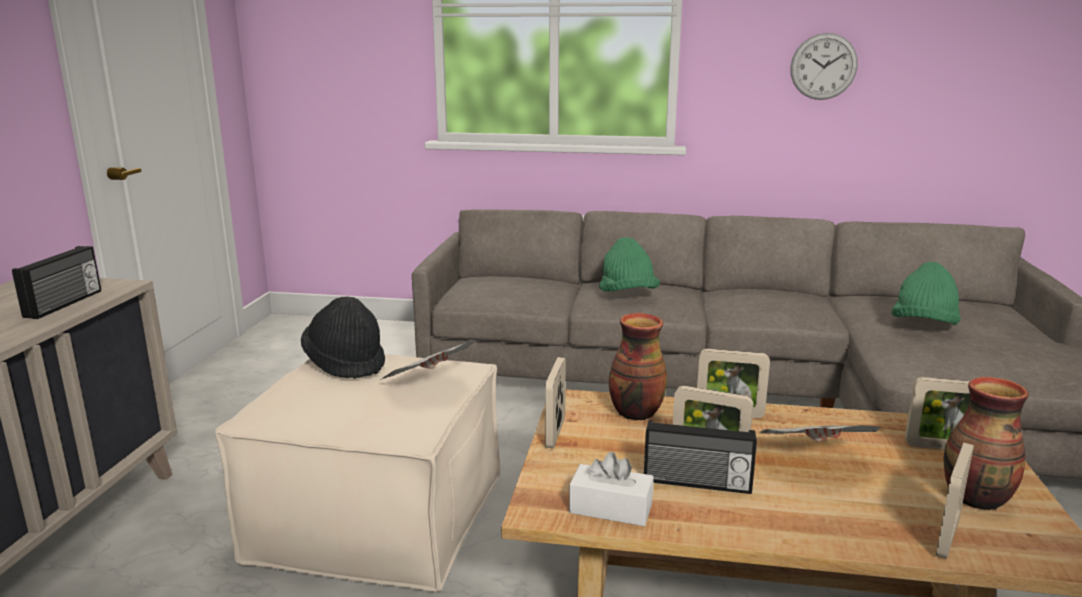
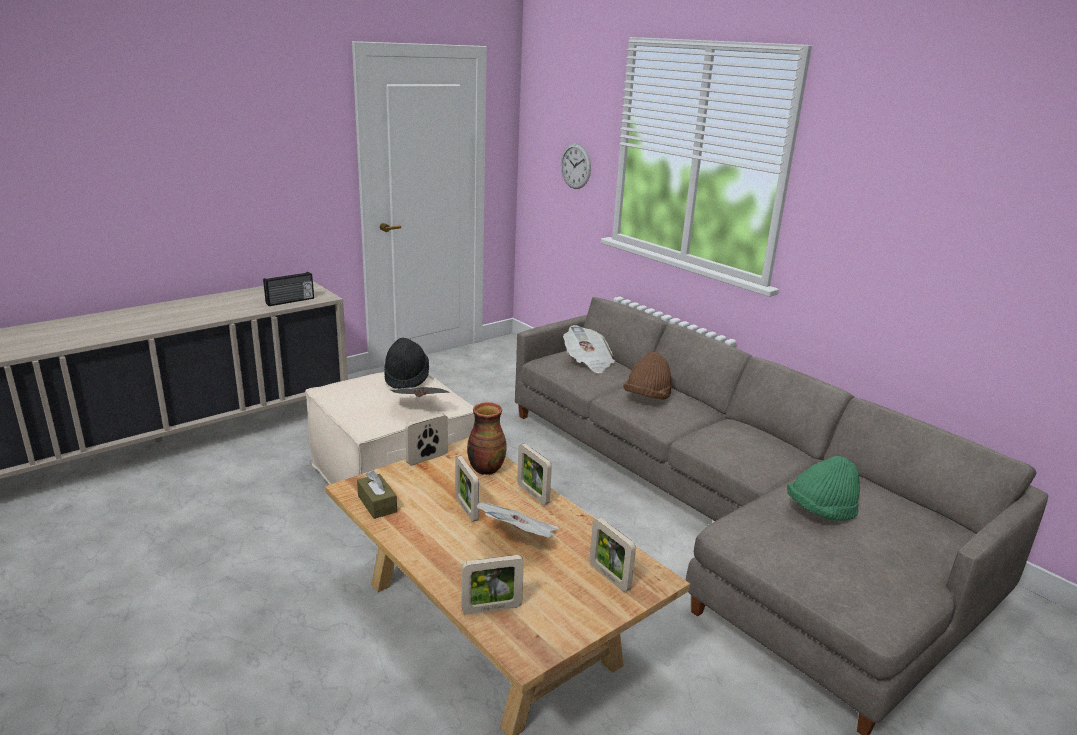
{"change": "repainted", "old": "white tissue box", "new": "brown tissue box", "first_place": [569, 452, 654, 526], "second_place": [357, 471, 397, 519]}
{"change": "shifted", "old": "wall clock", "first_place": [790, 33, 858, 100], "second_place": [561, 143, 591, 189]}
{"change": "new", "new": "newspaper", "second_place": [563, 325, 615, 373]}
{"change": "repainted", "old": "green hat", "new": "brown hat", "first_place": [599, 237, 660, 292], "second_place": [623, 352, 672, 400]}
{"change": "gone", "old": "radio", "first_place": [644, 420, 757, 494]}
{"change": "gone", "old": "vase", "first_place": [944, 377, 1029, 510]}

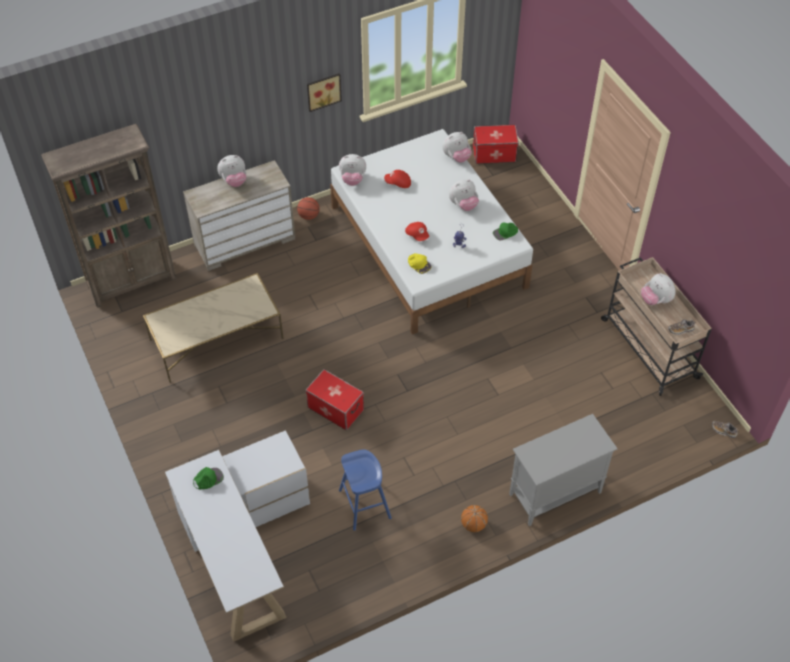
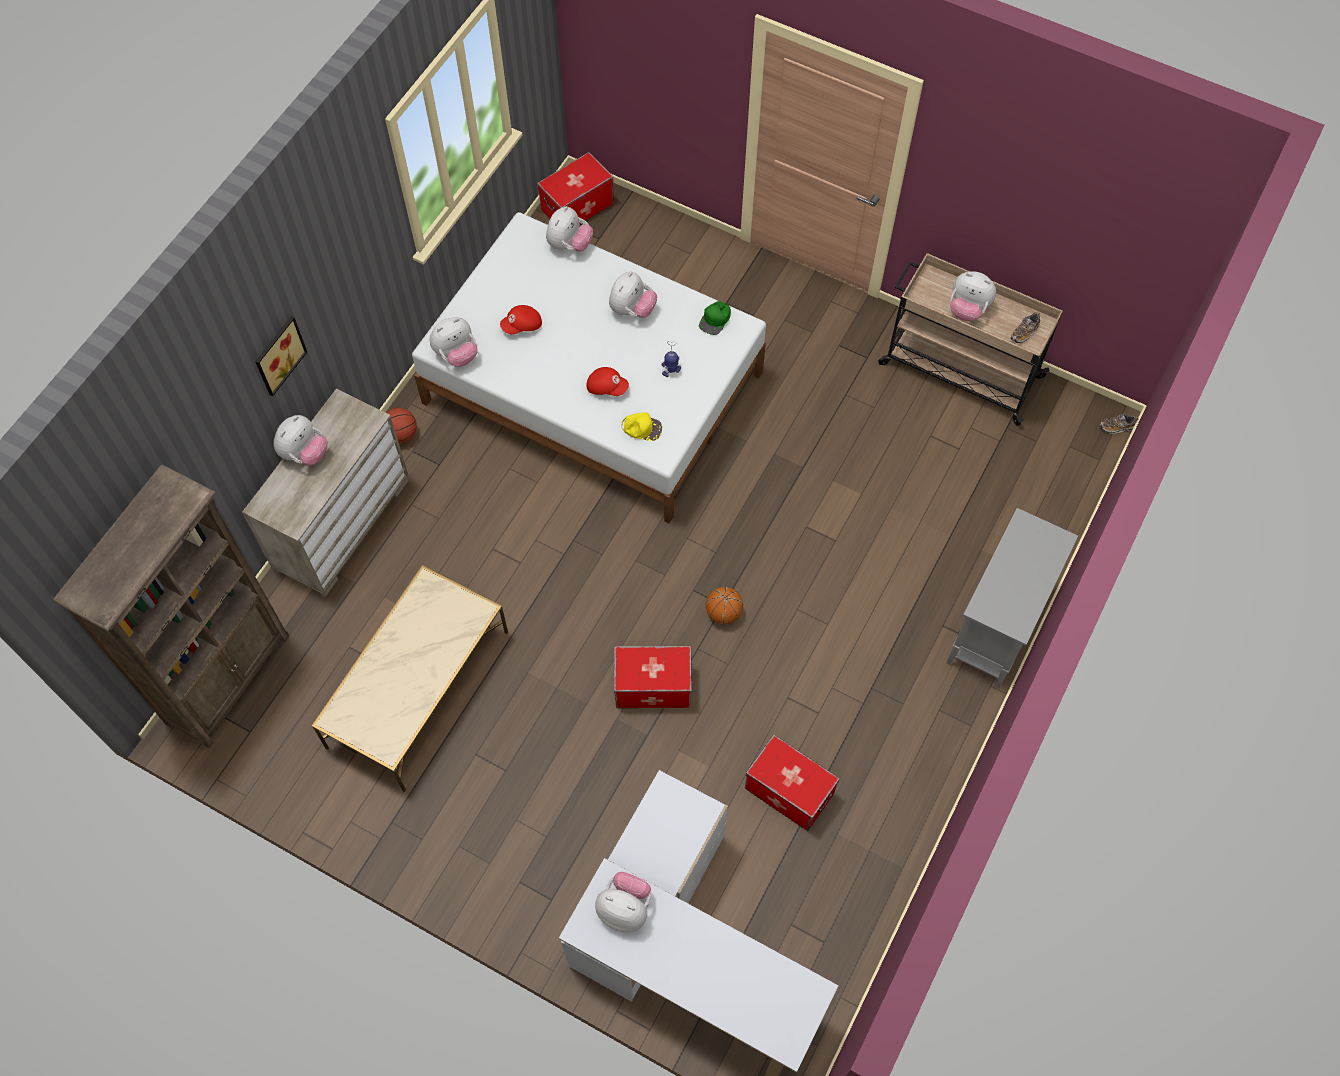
{"change": "shifted", "old": "picture", "first_place": [307, 73, 342, 112], "second_place": [255, 316, 307, 396]}
{"change": "swapped", "old": "green cap", "new": "plush toy", "first_place": [193, 467, 224, 489], "second_place": [595, 872, 651, 932]}
{"change": "shifted", "old": "basketball", "first_place": [461, 505, 488, 532], "second_place": [706, 587, 743, 624]}
{"change": "swapped", "old": "blue stool", "new": "storage box", "first_place": [339, 450, 392, 531], "second_place": [745, 735, 839, 831]}

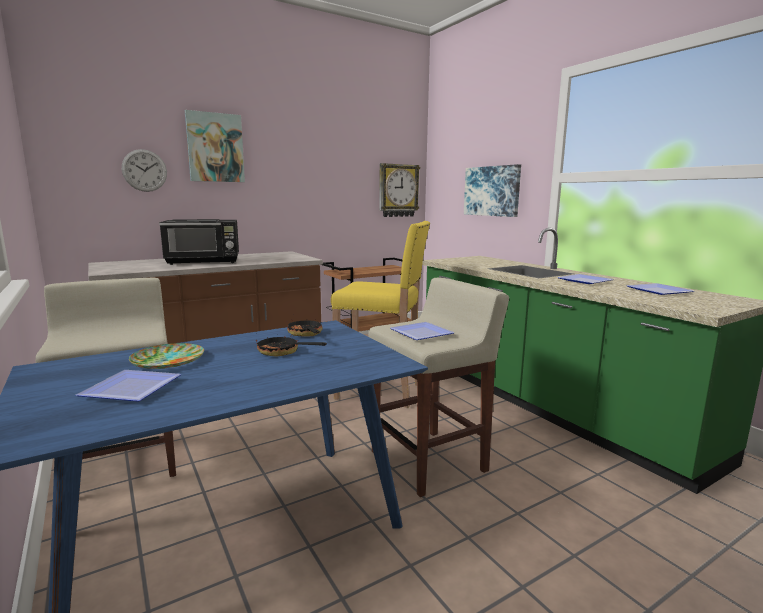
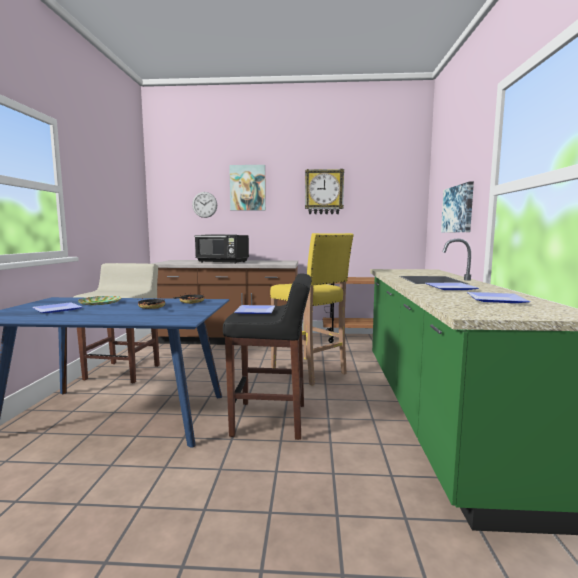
{"change": "repainted", "old": "beige stool", "new": "black stool", "first_place": [368, 277, 509, 497], "second_place": [223, 273, 312, 440]}
{"change": "shifted", "old": "wall clock", "first_place": [379, 163, 420, 217], "second_place": [305, 169, 344, 214]}

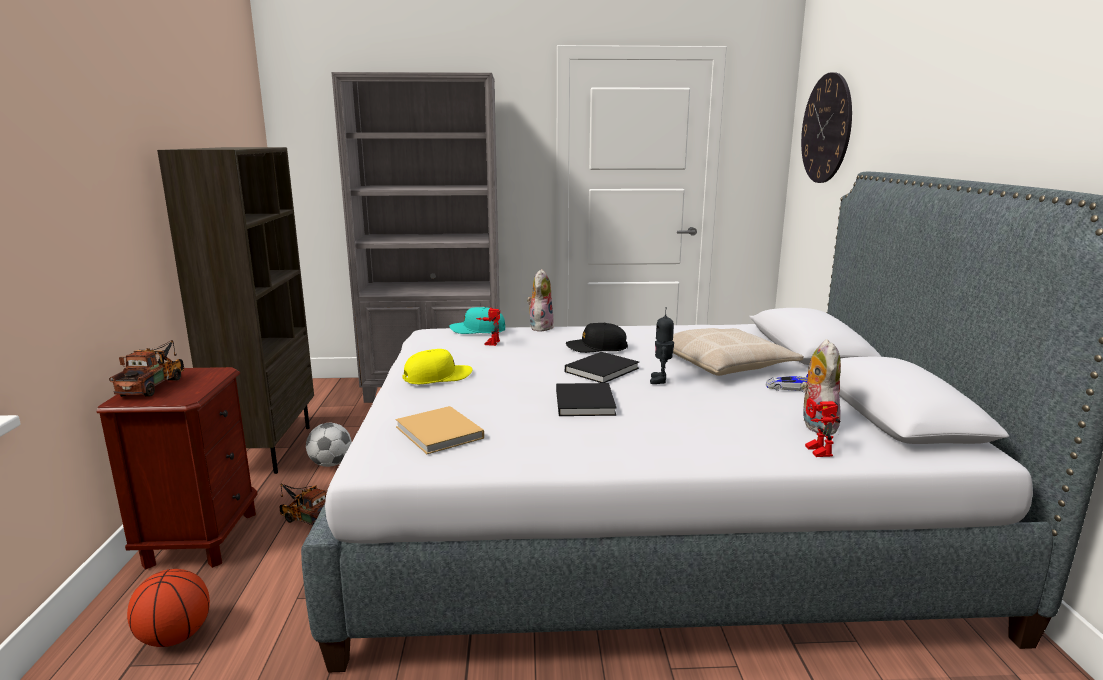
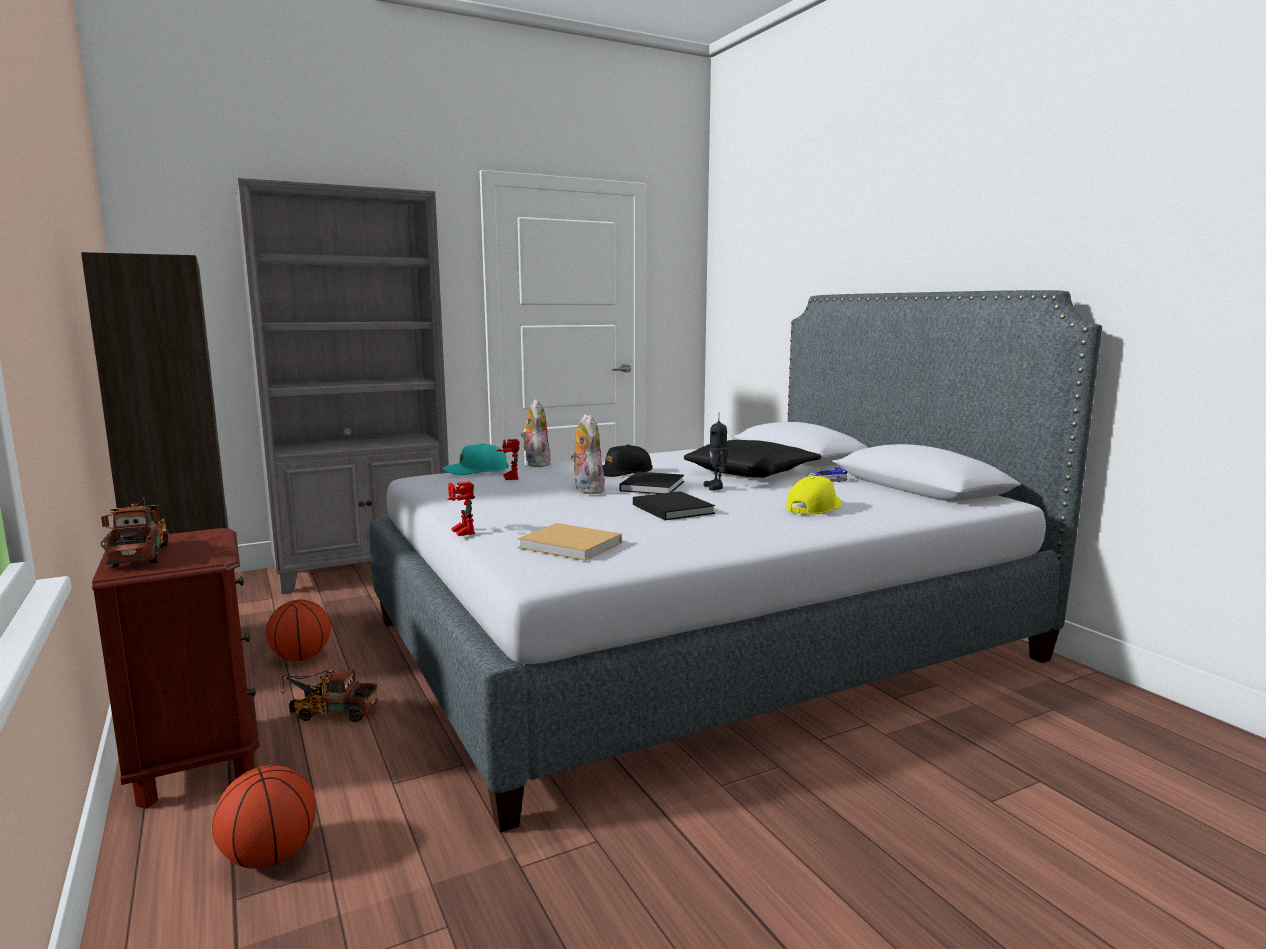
{"change": "swapped", "old": "football", "new": "basketball", "first_place": [306, 423, 352, 467], "second_place": [266, 599, 331, 661]}
{"change": "shifted", "old": "toy robot", "first_place": [805, 398, 841, 457], "second_place": [447, 482, 475, 536]}
{"change": "shifted", "old": "plush toy", "first_place": [800, 339, 841, 435], "second_place": [570, 414, 605, 494]}
{"change": "repainted", "old": "beige pillow", "new": "black pillow", "first_place": [672, 328, 804, 376], "second_place": [684, 440, 821, 478]}
{"change": "shifted", "old": "yellow cap", "first_place": [402, 349, 472, 384], "second_place": [786, 476, 842, 514]}
{"change": "gone", "old": "wall clock", "first_place": [801, 72, 852, 183]}

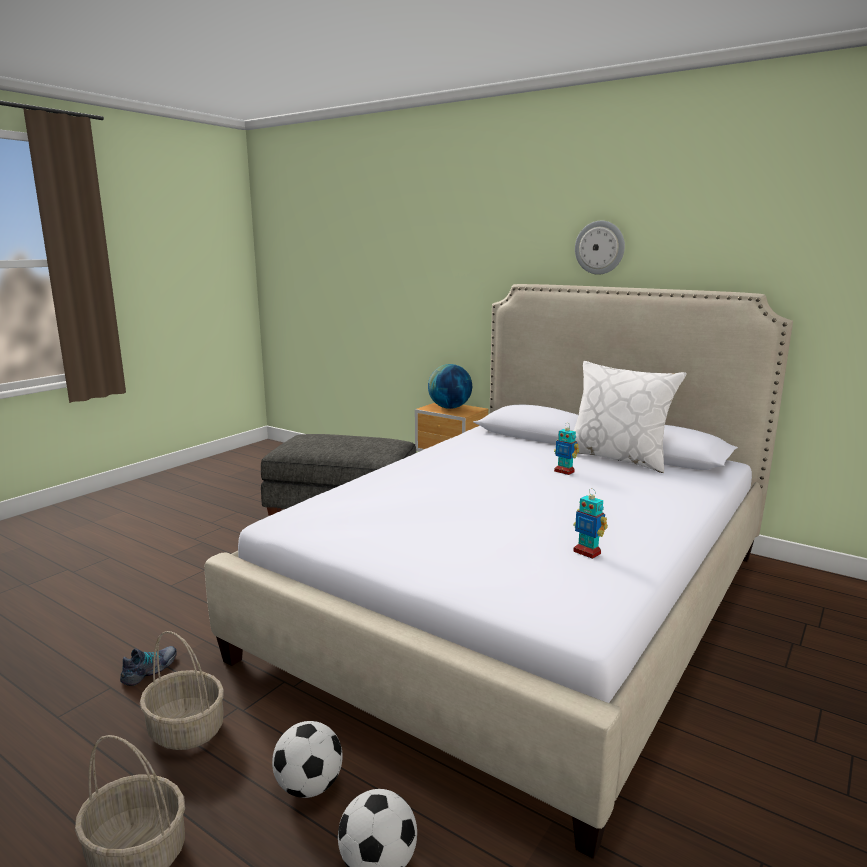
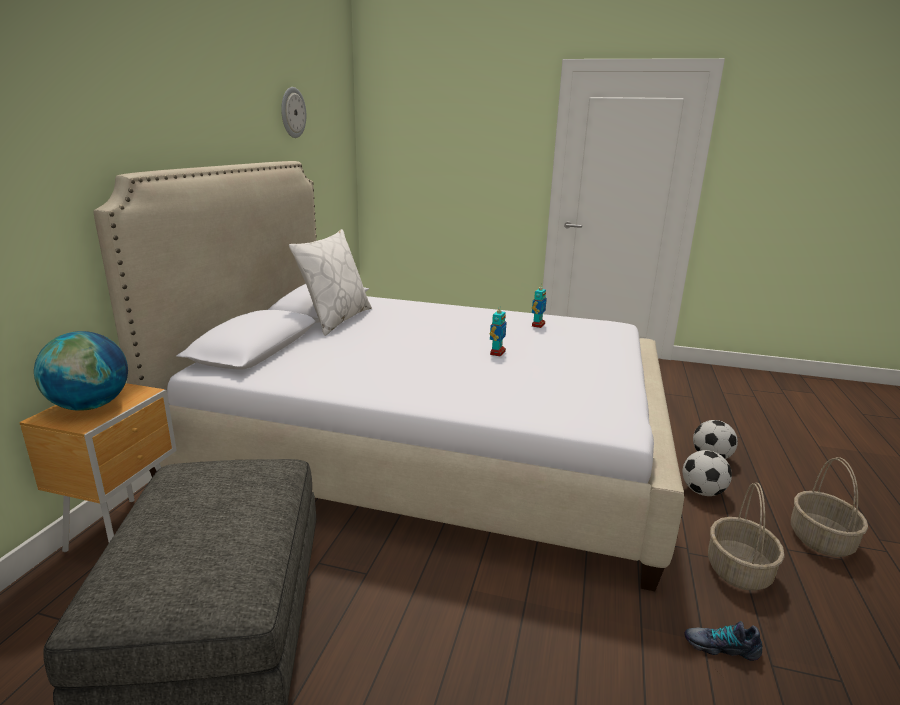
{"change": "shifted", "old": "wall clock", "first_place": [575, 221, 625, 275], "second_place": [281, 87, 306, 138]}
{"change": "shifted", "old": "toy robot", "first_place": [554, 424, 579, 475], "second_place": [490, 305, 507, 357]}

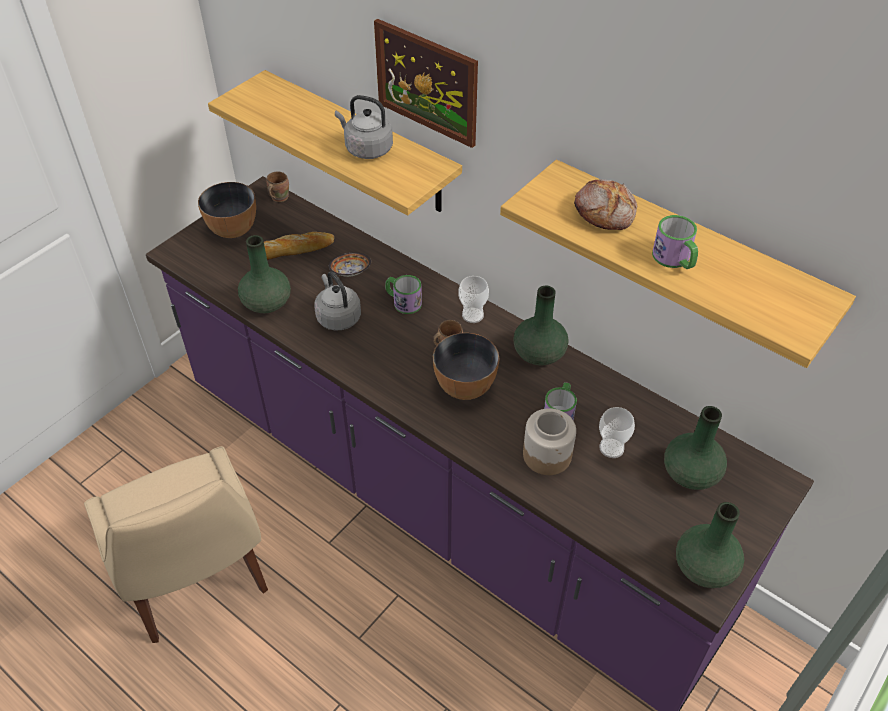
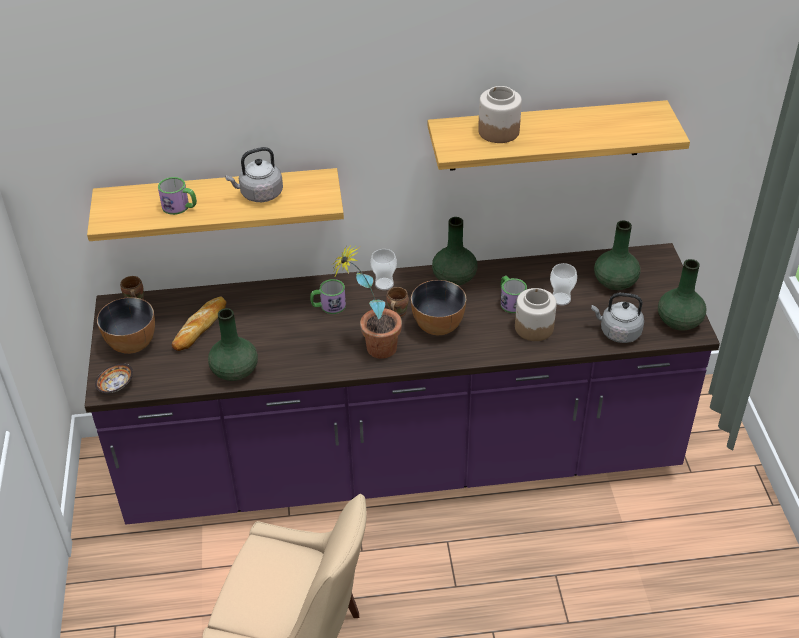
{"change": "shifted", "old": "bowl", "first_place": [329, 252, 371, 277], "second_place": [95, 363, 133, 393]}
{"change": "shifted", "old": "mug", "first_place": [652, 215, 698, 269], "second_place": [158, 177, 197, 215]}
{"change": "new", "new": "potted plant", "second_place": [331, 246, 402, 359]}
{"change": "swapped", "old": "bread", "new": "jar", "first_place": [574, 179, 637, 230], "second_place": [478, 86, 522, 143]}
{"change": "shifted", "old": "grey kettle", "first_place": [314, 271, 361, 331], "second_place": [591, 293, 644, 343]}
{"change": "gone", "old": "picture", "first_place": [374, 19, 478, 148]}

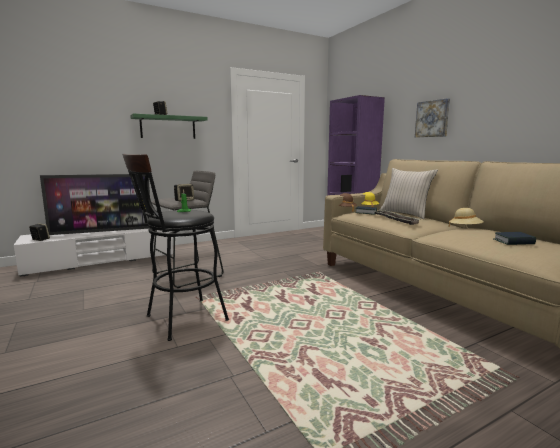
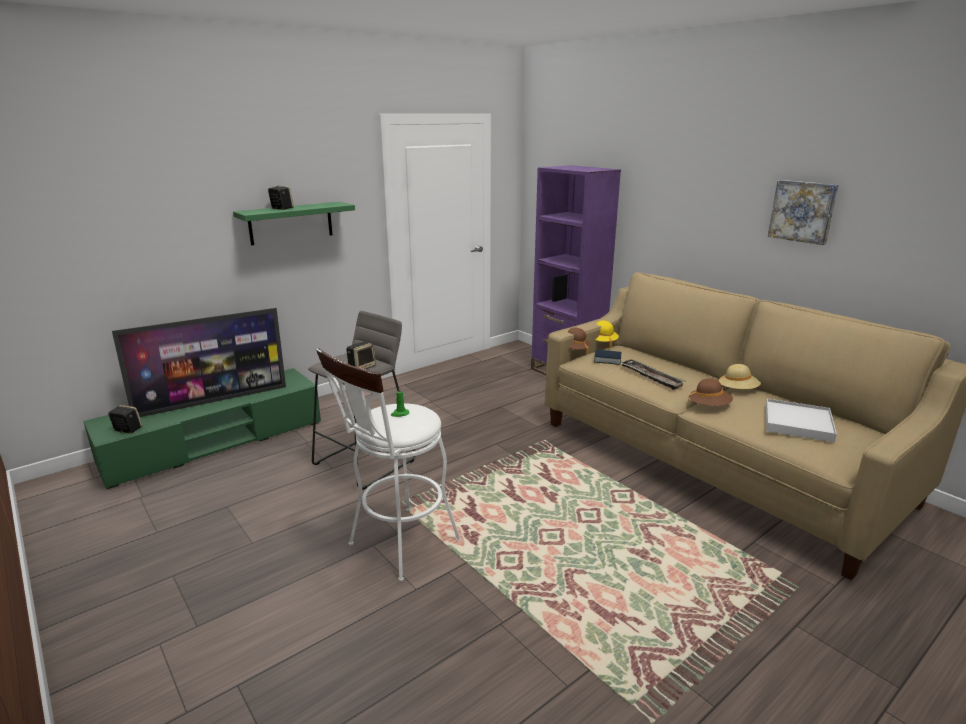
{"change": "repainted", "old": "white tv stand", "new": "green tv stand", "first_place": [14, 229, 173, 277], "second_place": [83, 368, 321, 489]}
{"change": "repainted", "old": "black stool", "new": "white stool", "first_place": [122, 153, 229, 341], "second_place": [316, 348, 461, 582]}
{"change": "new", "new": "brown hat", "second_place": [688, 379, 733, 406]}
{"change": "swapped", "old": "book", "new": "white tray", "first_place": [493, 232, 536, 245], "second_place": [765, 399, 837, 442]}
{"change": "shifted", "old": "picture", "first_place": [415, 98, 450, 137], "second_place": [768, 180, 839, 245]}
{"change": "gone", "old": "beige pillow", "first_place": [379, 168, 438, 219]}

